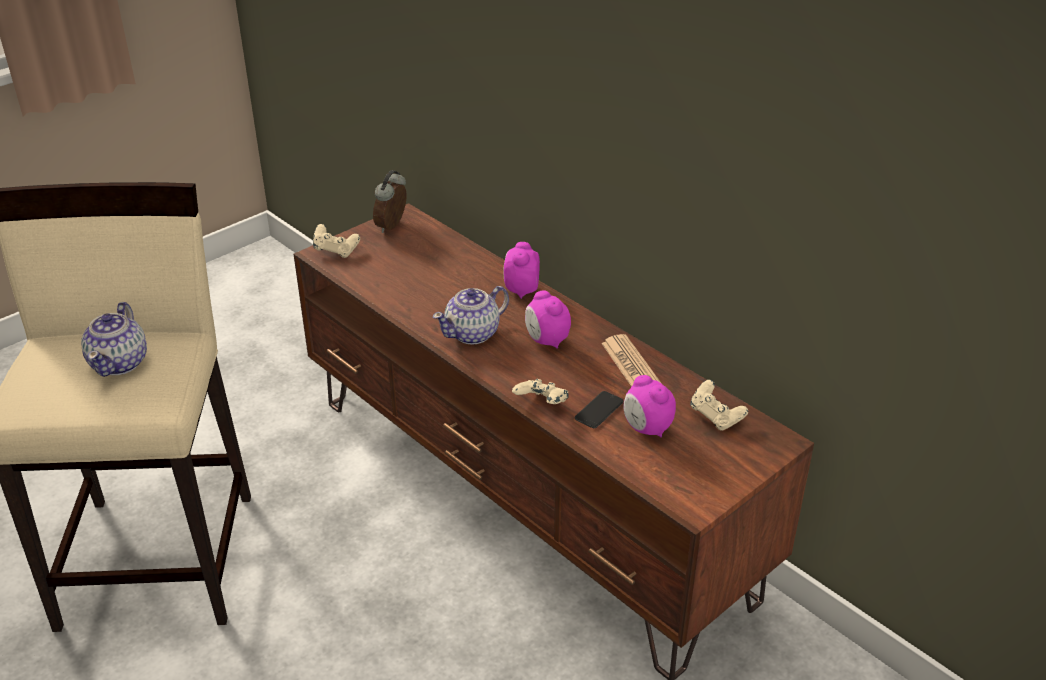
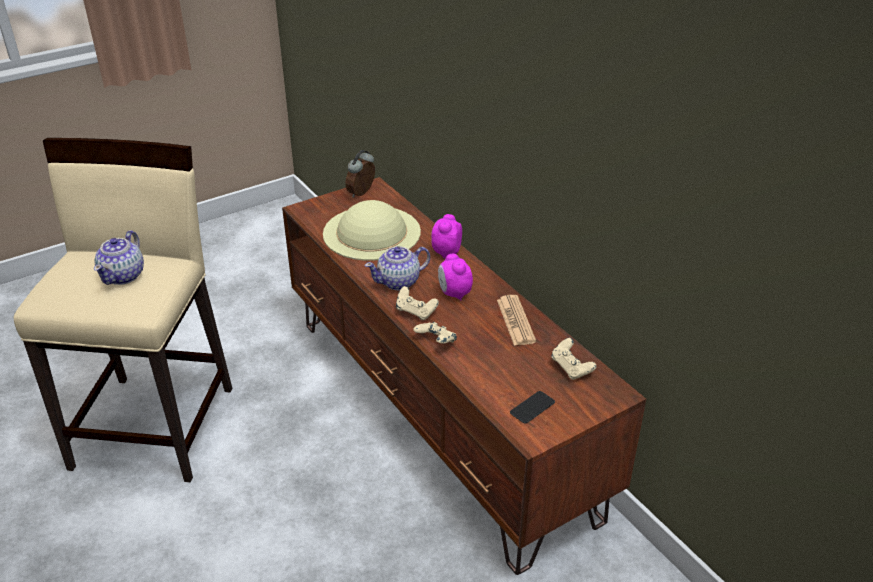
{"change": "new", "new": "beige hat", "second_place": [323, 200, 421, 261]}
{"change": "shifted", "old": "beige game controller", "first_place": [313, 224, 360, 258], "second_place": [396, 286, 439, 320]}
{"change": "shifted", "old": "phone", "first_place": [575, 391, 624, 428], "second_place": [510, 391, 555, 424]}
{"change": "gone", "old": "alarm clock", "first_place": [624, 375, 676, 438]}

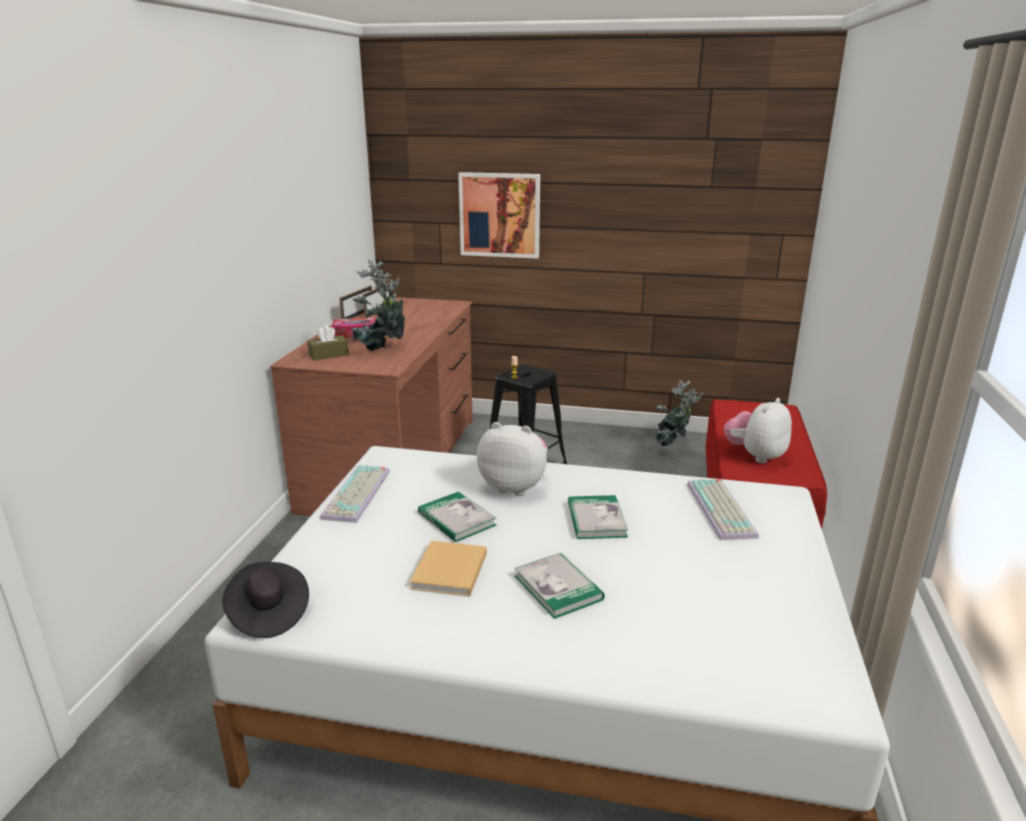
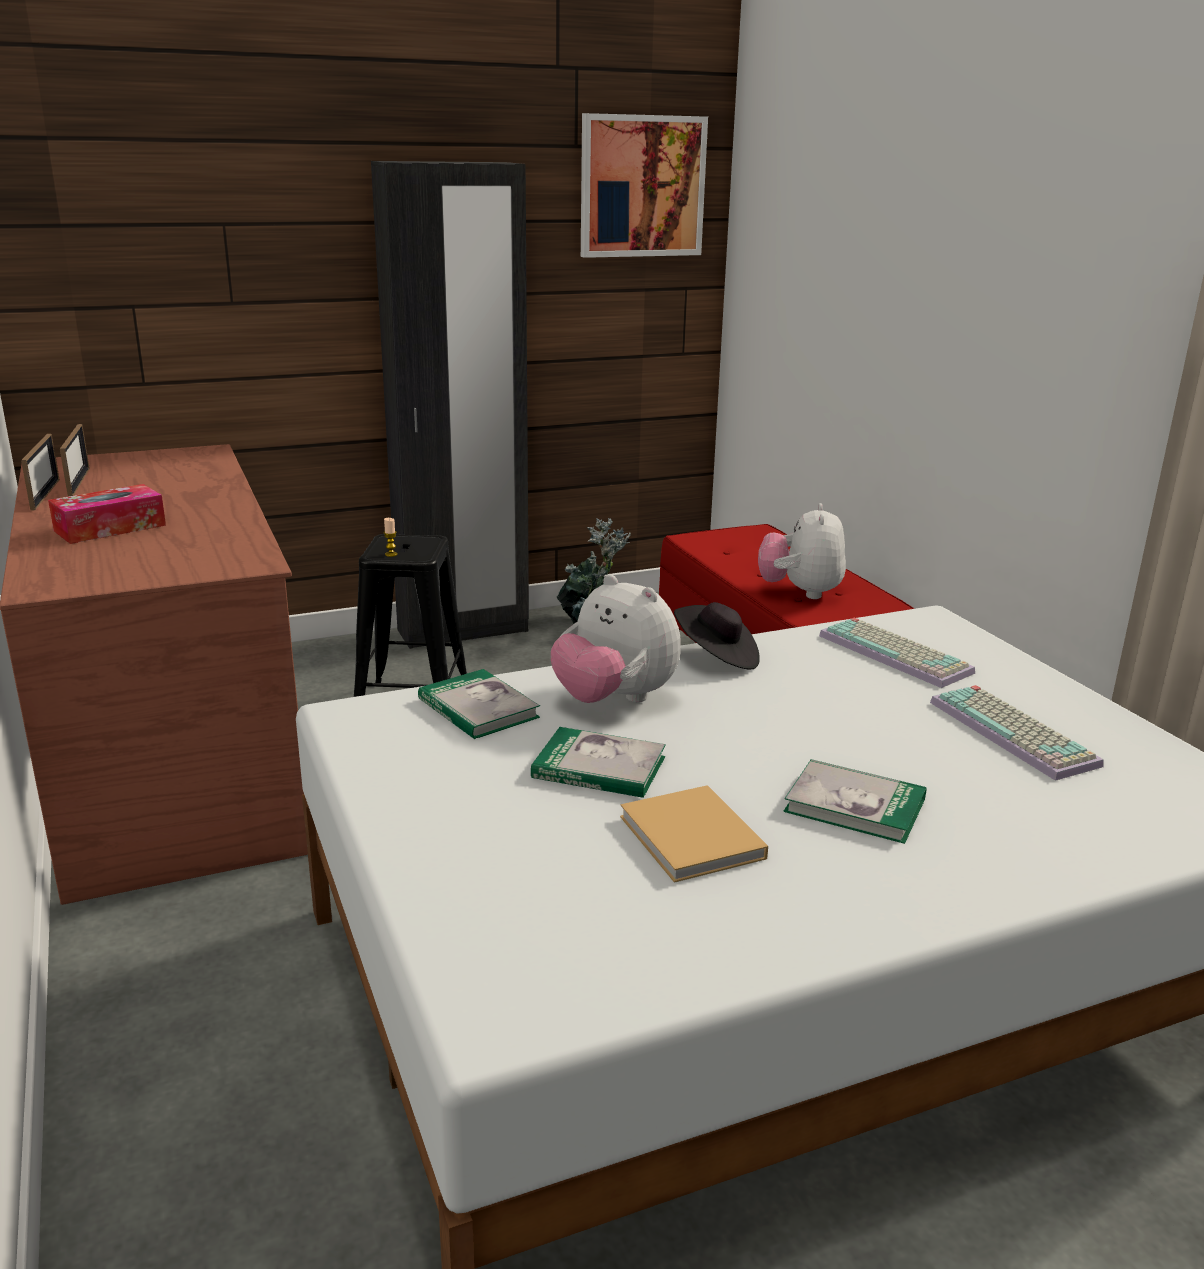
{"change": "new", "new": "black wardrobe", "second_place": [371, 161, 529, 649]}
{"change": "shifted", "old": "book", "first_place": [568, 495, 628, 539], "second_place": [418, 669, 540, 739]}
{"change": "rotated", "old": "plush toy", "first_place": [477, 422, 548, 496], "second_place": [551, 574, 681, 703], "degrees": -120}
{"change": "shifted", "old": "picture", "first_place": [458, 172, 540, 259], "second_place": [581, 113, 708, 258]}
{"change": "shifted", "old": "black hat", "first_place": [222, 562, 309, 638], "second_place": [674, 602, 760, 669]}
{"change": "shifted", "old": "keyboard", "first_place": [320, 465, 390, 523], "second_place": [930, 685, 1104, 781]}
{"change": "gone", "old": "brown tissue box", "first_place": [307, 325, 349, 360]}
{"change": "gone", "old": "potted plant", "first_place": [351, 259, 405, 351]}

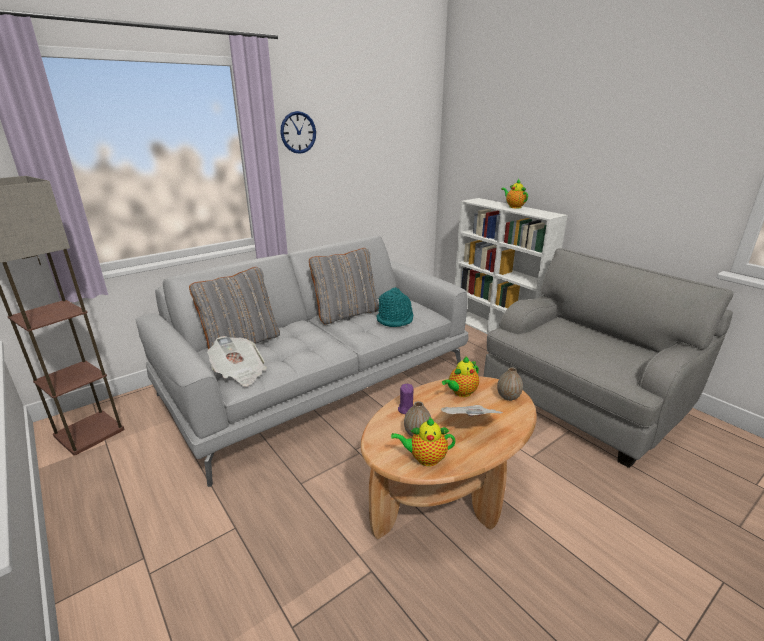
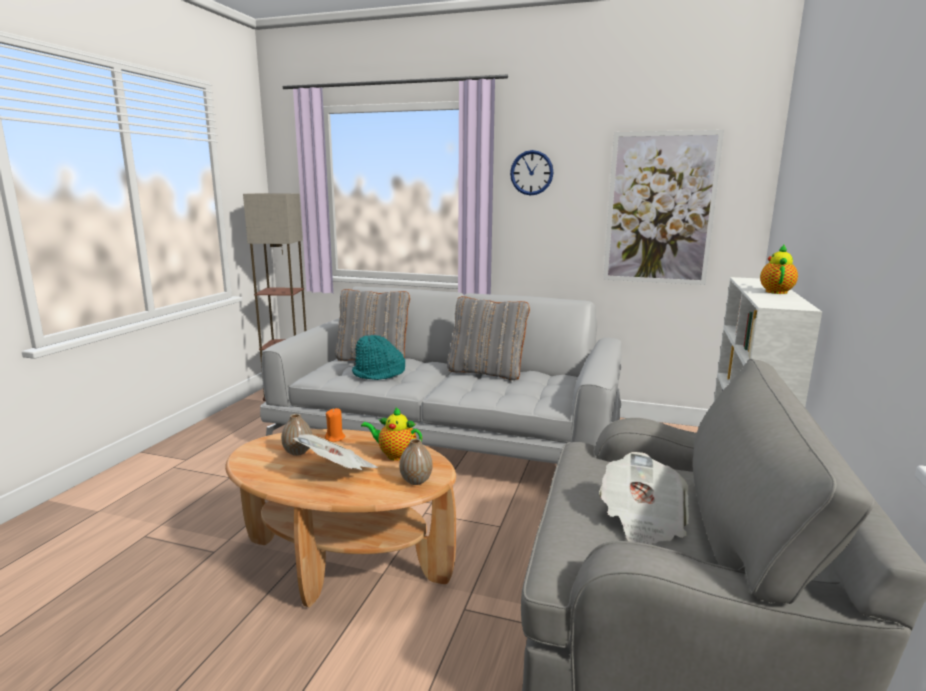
{"change": "repainted", "old": "purple candle", "new": "orange candle", "first_place": [398, 384, 414, 414], "second_place": [325, 408, 345, 442]}
{"change": "shifted", "old": "turquoise hat", "first_place": [376, 287, 414, 327], "second_place": [352, 335, 405, 380]}
{"change": "shifted", "old": "newspaper", "first_place": [207, 336, 267, 386], "second_place": [599, 452, 689, 545]}
{"change": "new", "new": "picture", "second_place": [603, 130, 724, 285]}
{"change": "gone", "old": "teapot", "first_place": [391, 417, 455, 466]}

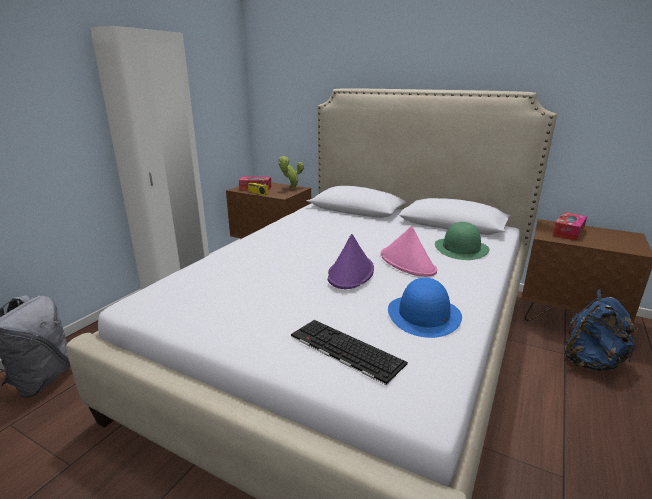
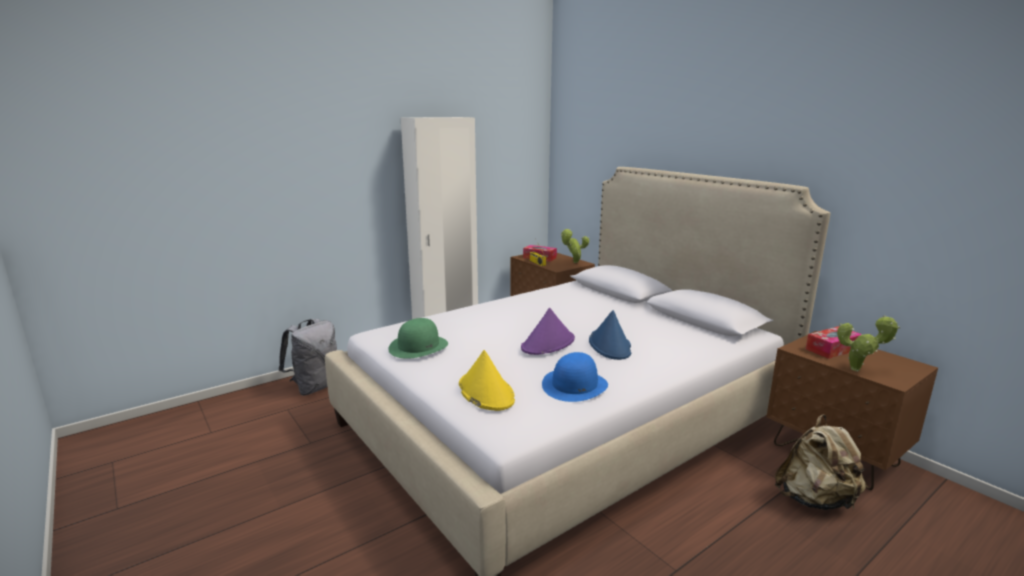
{"change": "shifted", "old": "green hat", "first_place": [435, 222, 489, 260], "second_place": [388, 318, 448, 359]}
{"change": "swapped", "old": "keyboard", "new": "yellow hat", "first_place": [291, 320, 408, 385], "second_place": [459, 350, 515, 411]}
{"change": "repainted", "old": "pink hat", "new": "blue hat", "first_place": [381, 226, 437, 277], "second_place": [589, 310, 631, 360]}
{"change": "repainted", "old": "blue backpack", "new": "beige backpack", "first_place": [564, 290, 638, 371], "second_place": [775, 414, 866, 510]}
{"change": "new", "new": "potted plant", "second_place": [837, 315, 900, 371]}

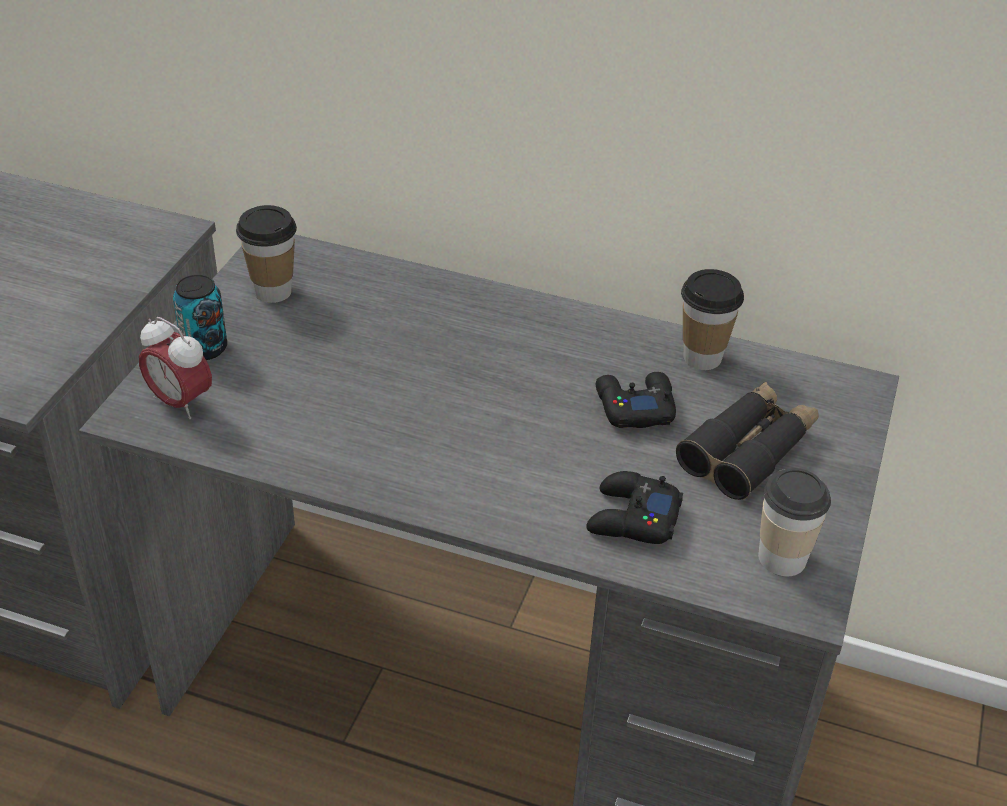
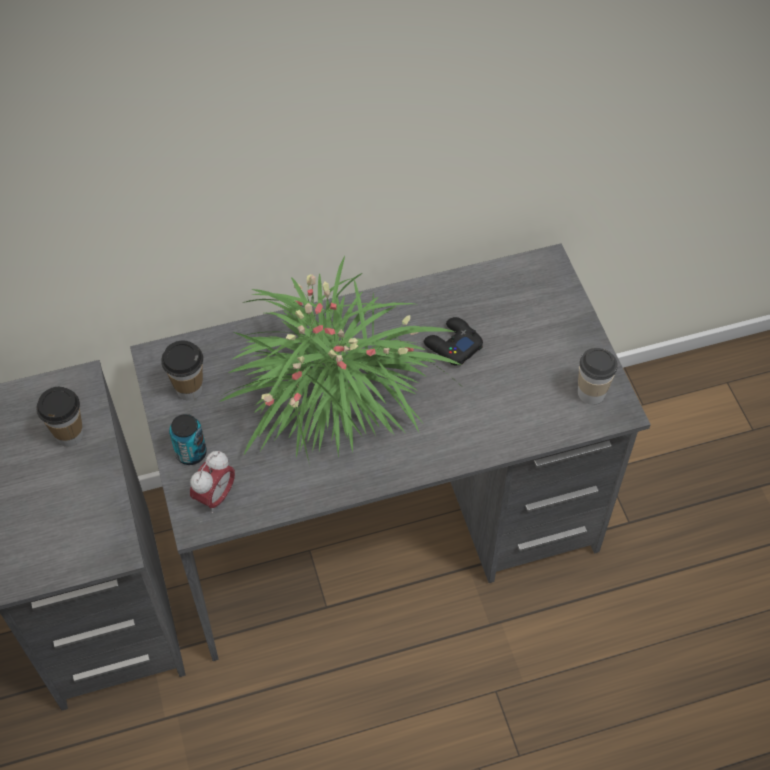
{"change": "shifted", "old": "cup", "first_place": [681, 269, 744, 370], "second_place": [37, 387, 83, 447]}
{"change": "rotated", "old": "alarm clock", "first_place": [139, 317, 212, 419], "second_place": [190, 451, 235, 513], "degrees": -60}
{"change": "new", "new": "potted plant", "second_place": [220, 256, 461, 465]}
{"change": "gone", "old": "black game controller", "first_place": [586, 471, 683, 544]}
{"change": "gone", "old": "black binoculars", "first_place": [676, 382, 819, 500]}

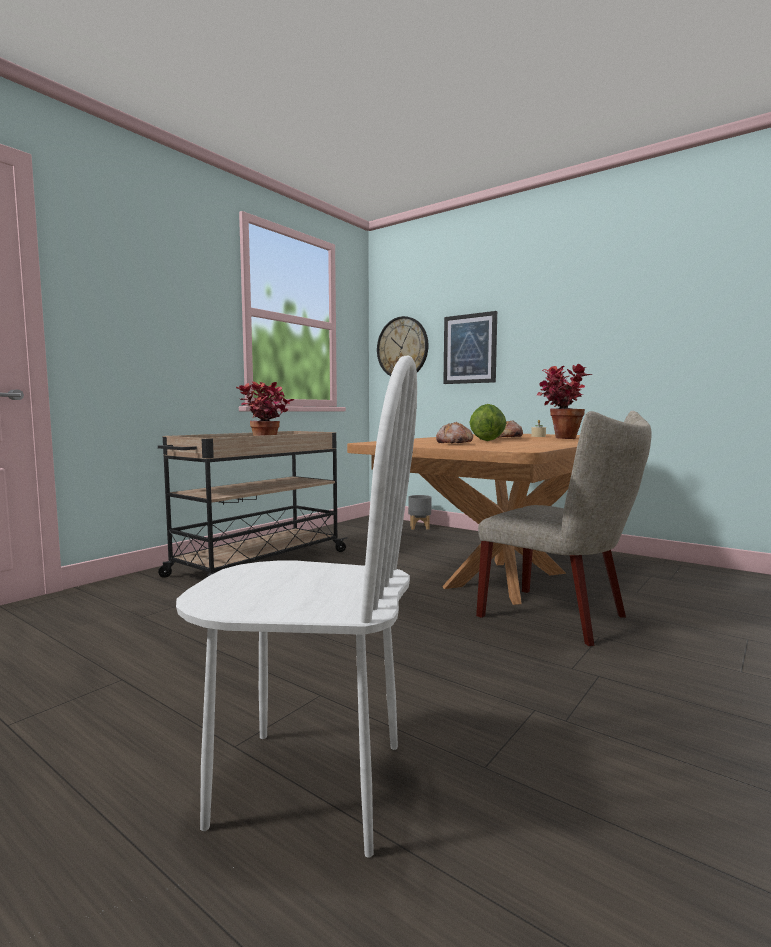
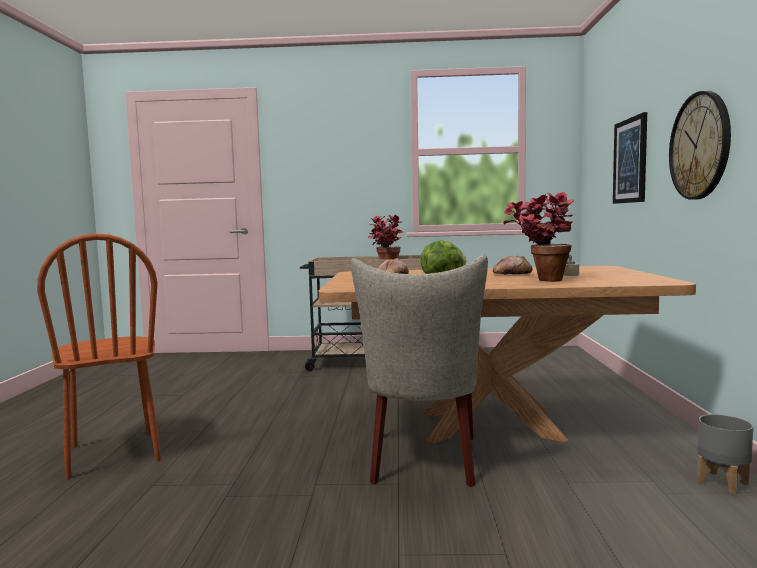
{"change": "repainted", "old": "white chair", "new": "brown chair", "first_place": [176, 356, 417, 858], "second_place": [37, 233, 161, 479]}
{"change": "shifted", "old": "wall clock", "first_place": [377, 316, 428, 376], "second_place": [669, 91, 731, 200]}
{"change": "shifted", "old": "grey planter", "first_place": [408, 495, 431, 530], "second_place": [697, 414, 753, 494]}

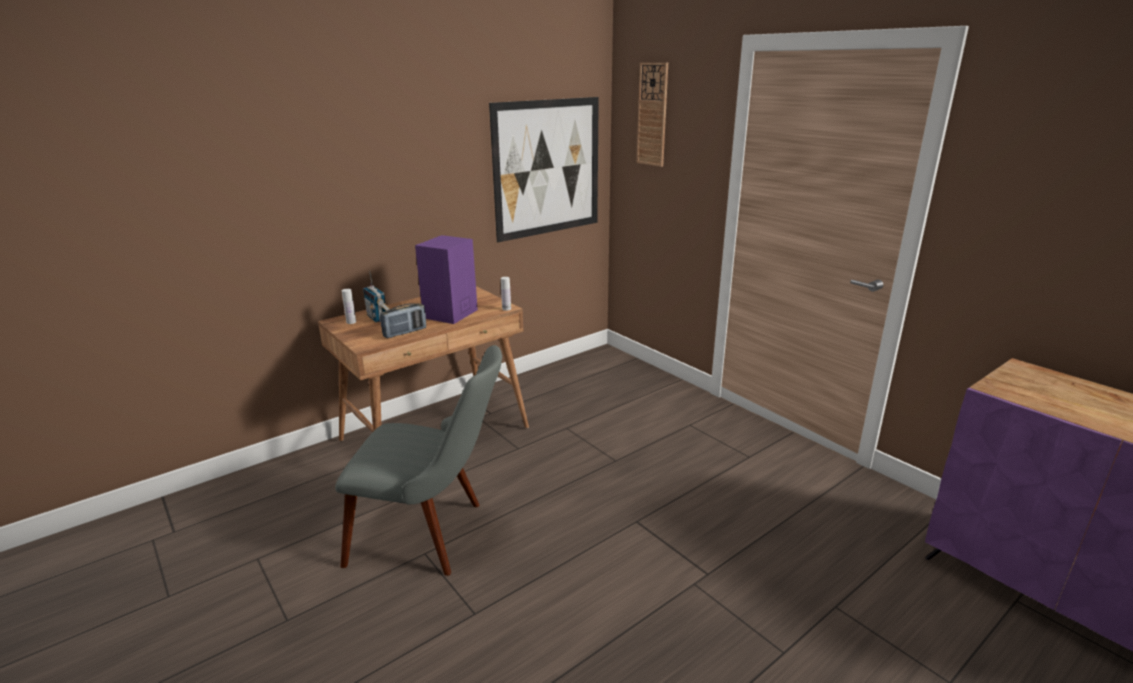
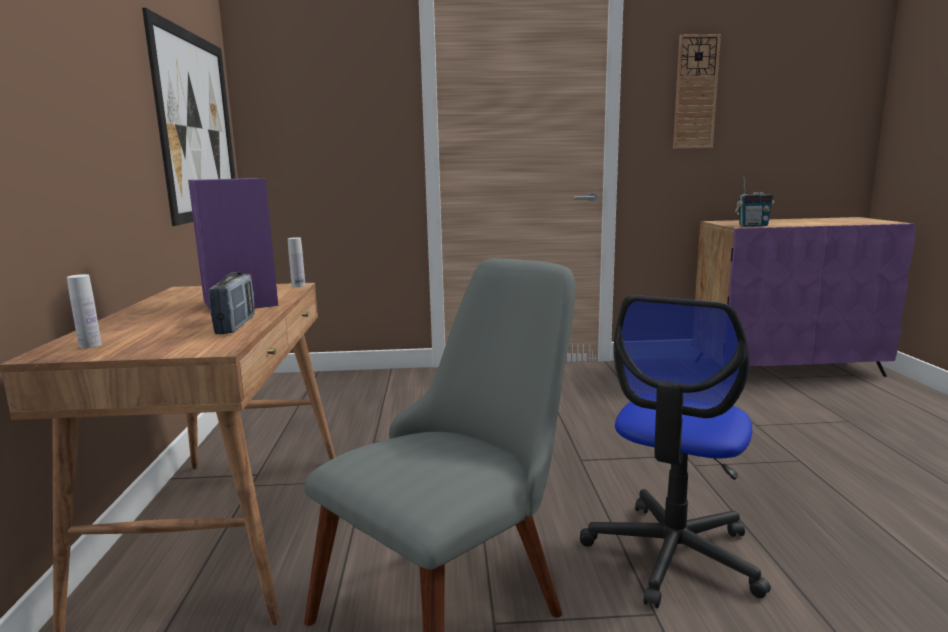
{"change": "new", "new": "office chair", "second_place": [580, 295, 771, 608]}
{"change": "shifted", "old": "wall clock", "first_place": [637, 63, 668, 167], "second_place": [673, 34, 721, 149]}
{"change": "shifted", "old": "radio", "first_place": [363, 271, 390, 323], "second_place": [735, 178, 774, 227]}

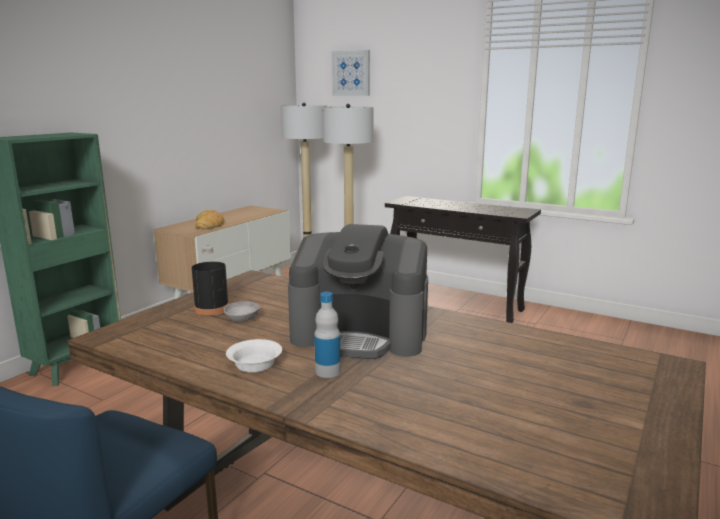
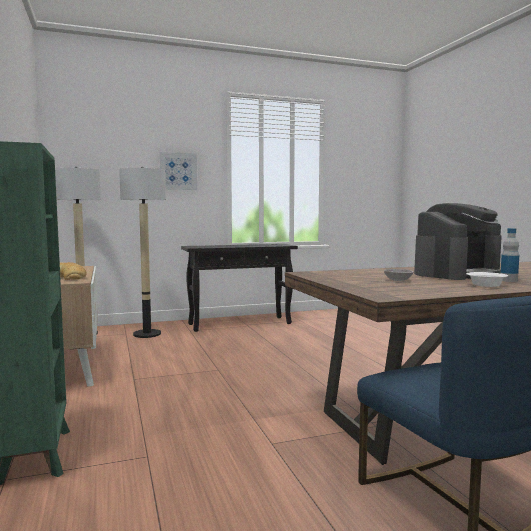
{"change": "shifted", "old": "picture", "first_place": [331, 50, 370, 96], "second_place": [160, 152, 197, 190]}
{"change": "gone", "old": "black bottle", "first_place": [192, 246, 229, 316]}

